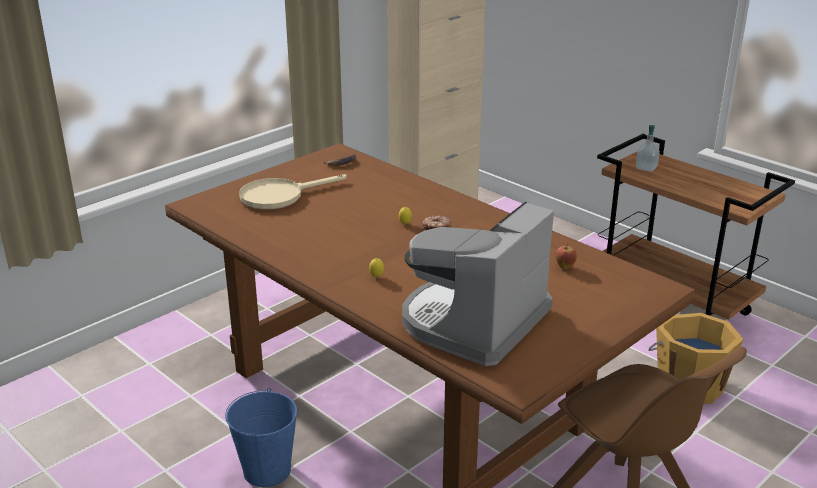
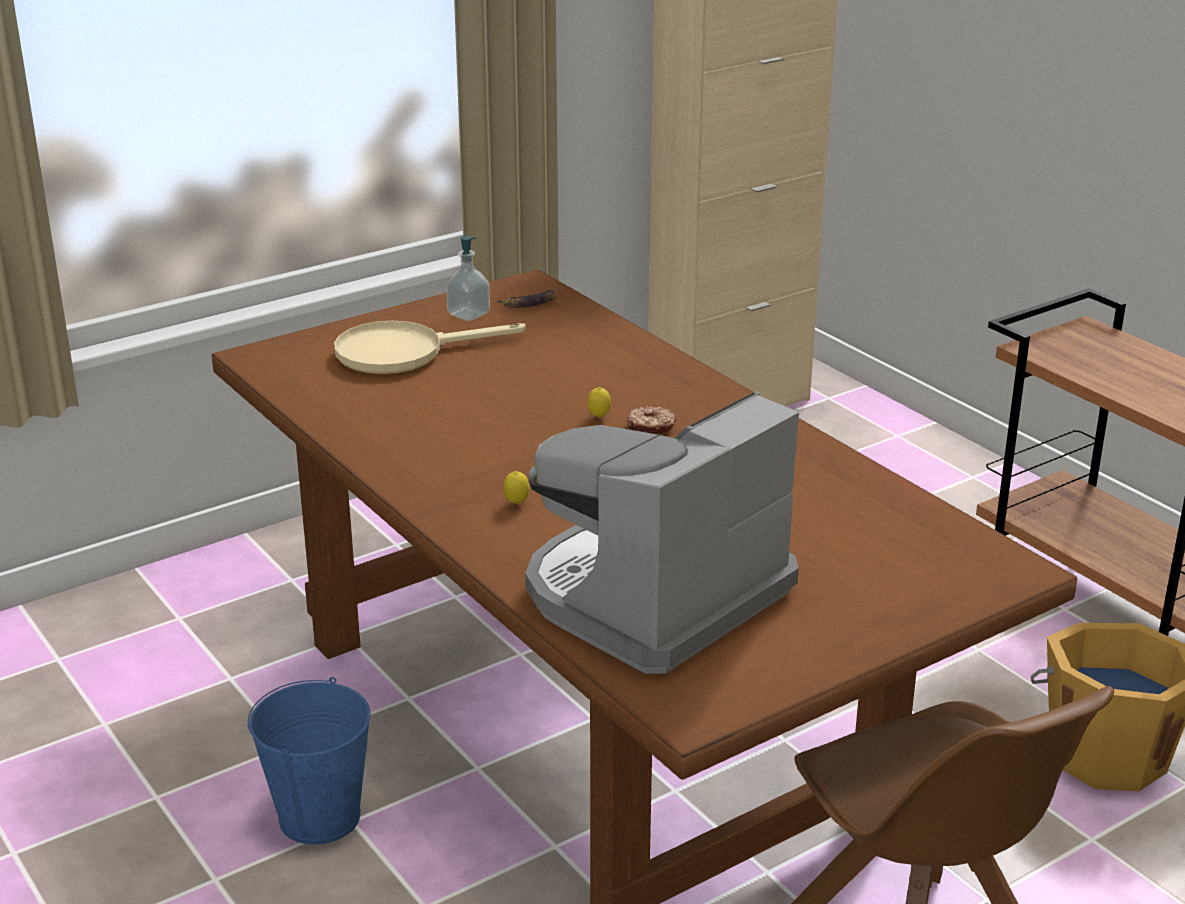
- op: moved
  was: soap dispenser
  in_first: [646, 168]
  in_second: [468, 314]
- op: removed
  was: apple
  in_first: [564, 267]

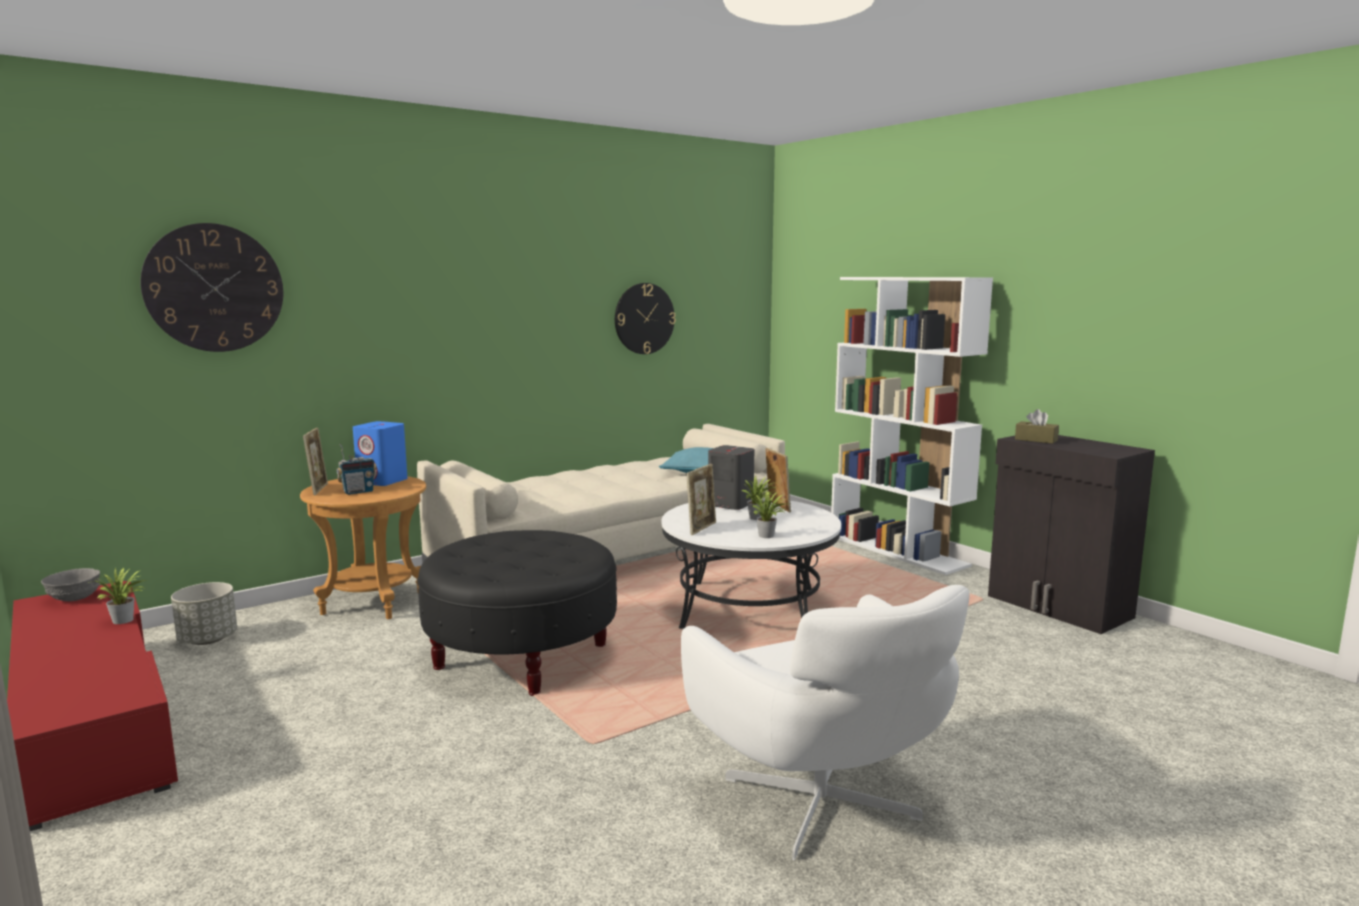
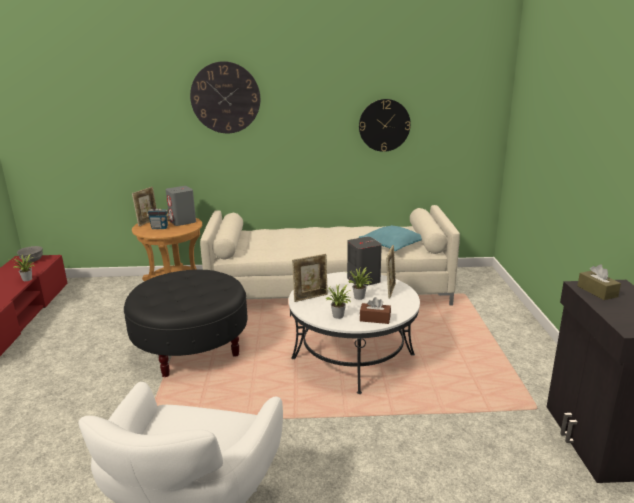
- op: moved
  was: wall clock
  in_first: [214, 288]
  in_second: [225, 98]
- op: removed
  was: white bookcase
  in_first: [898, 551]
- op: recoloured
  was: blue speaker
  now: grey speaker
  in_first: [383, 481]
  in_second: [182, 222]
- op: removed
  was: grey planter
  in_first: [207, 640]
- op: added
  now: brown tissue box
  in_second: [375, 319]

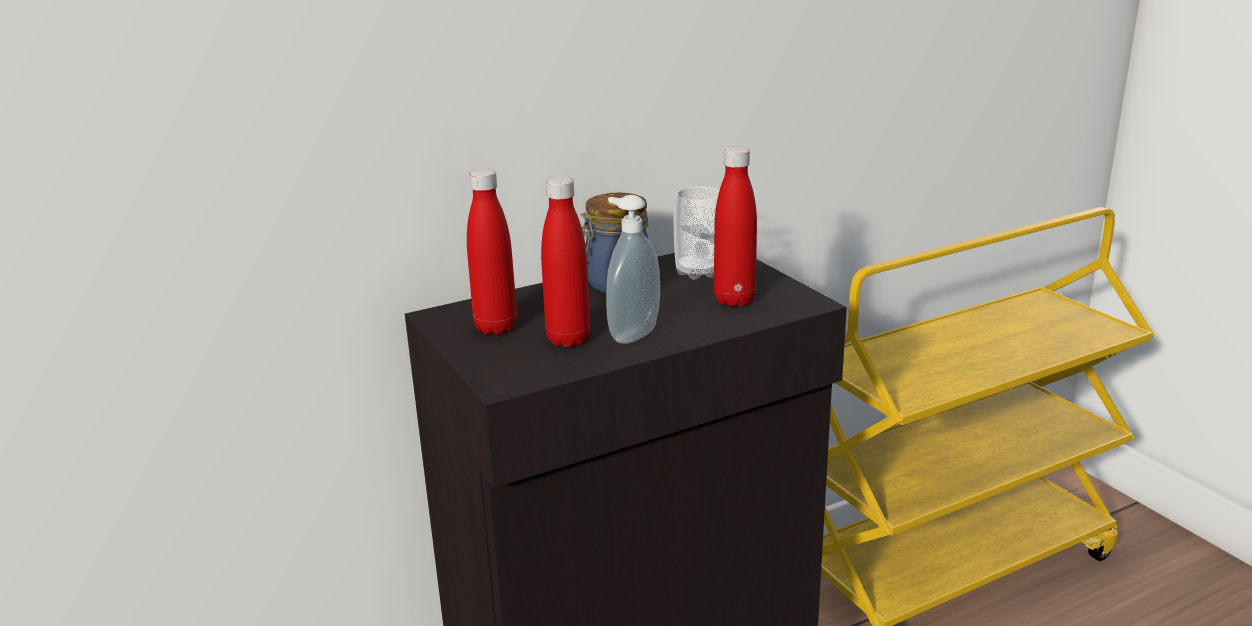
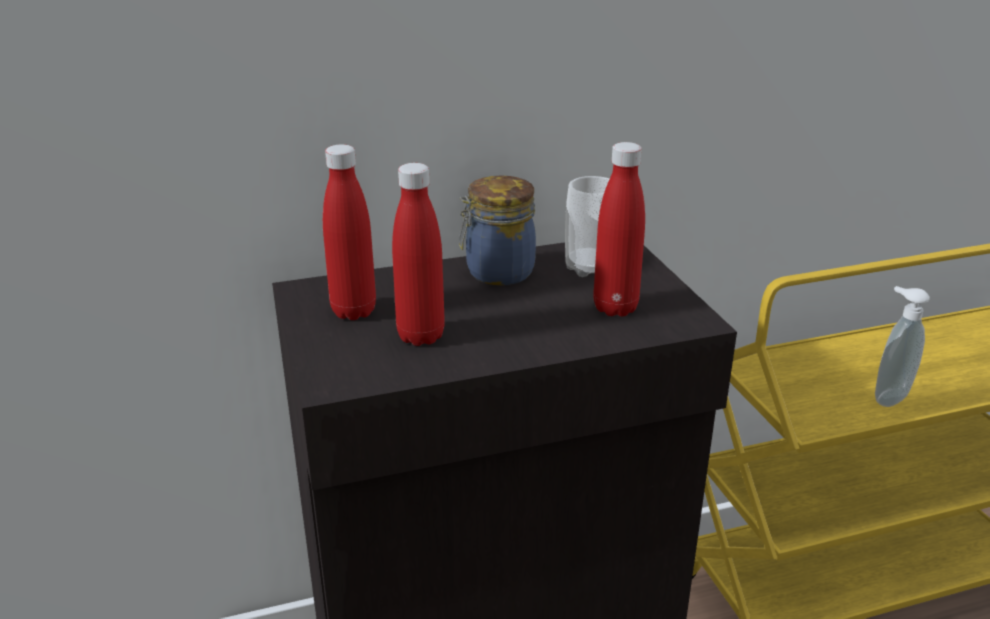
- op: moved
  was: soap dispenser
  in_first: [631, 334]
  in_second: [888, 396]

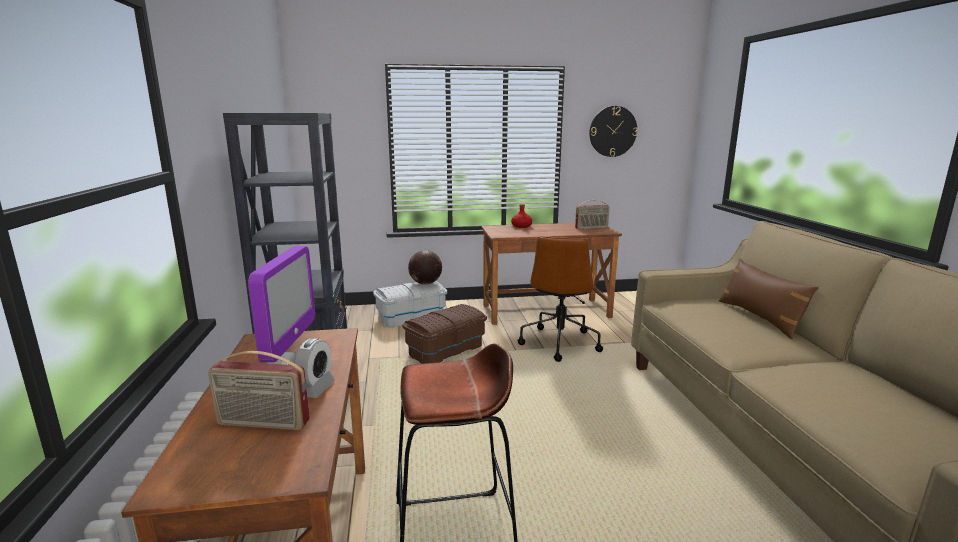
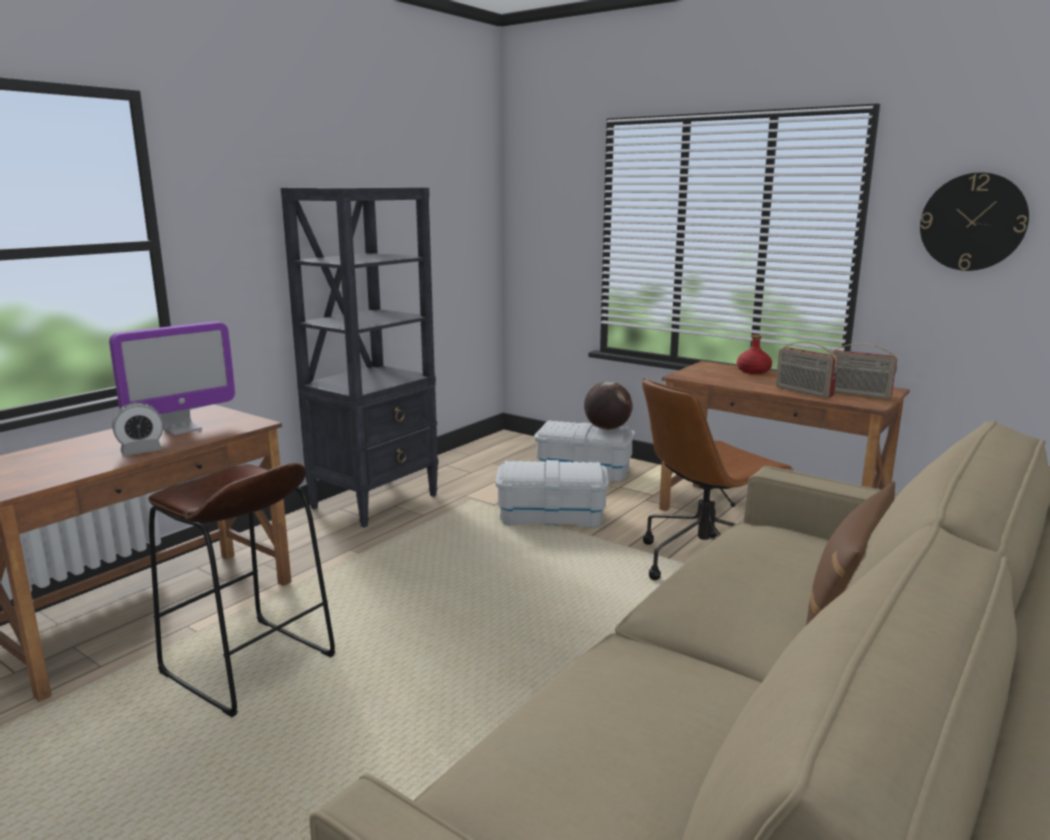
- op: recoloured
  was: brown storage box
  now: white storage box
  in_first: [445, 349]
  in_second: [551, 515]
- op: moved
  was: radio
  in_first: [262, 424]
  in_second: [803, 392]

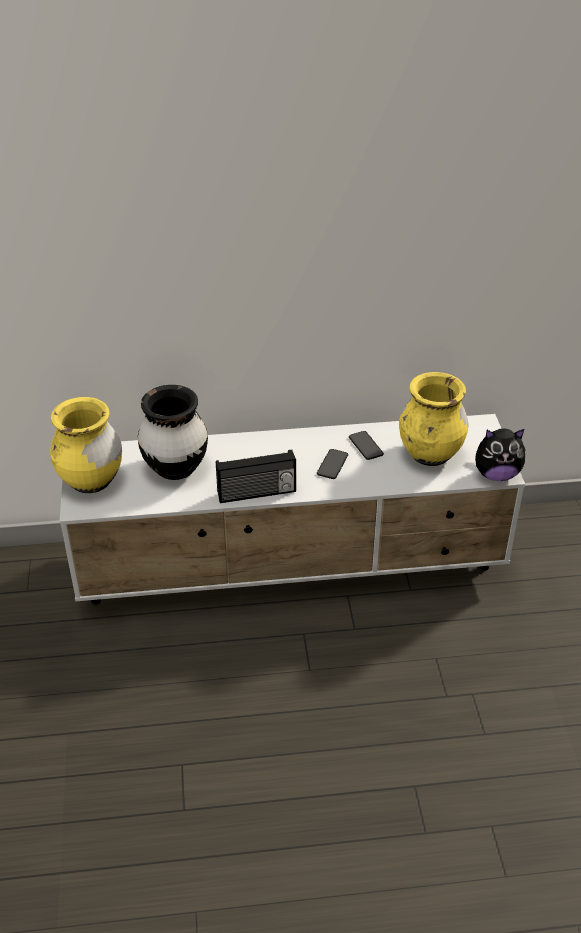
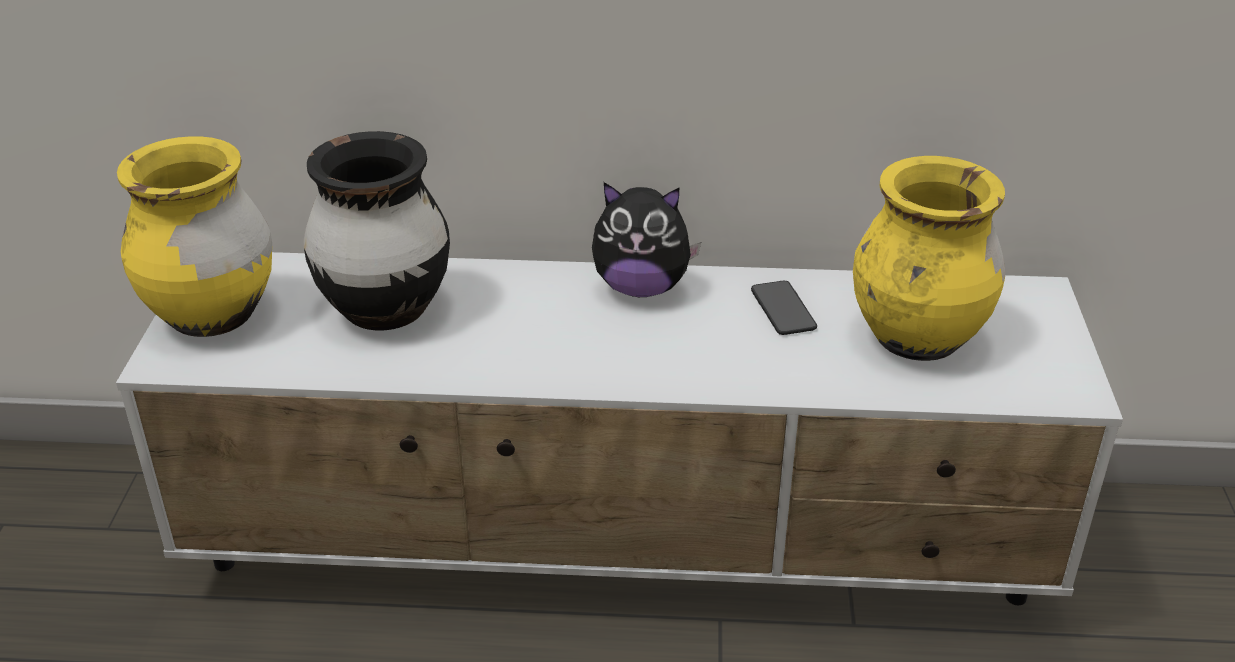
- op: moved
  was: plush toy
  in_first: [496, 474]
  in_second: [641, 287]
- op: removed
  was: phone
  in_first: [332, 464]
- op: removed
  was: radio
  in_first: [257, 493]

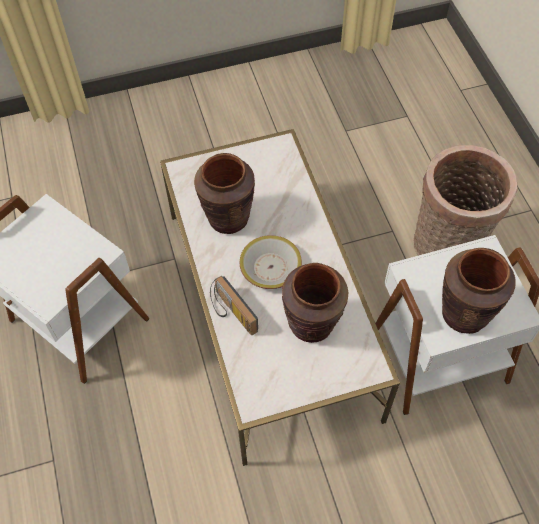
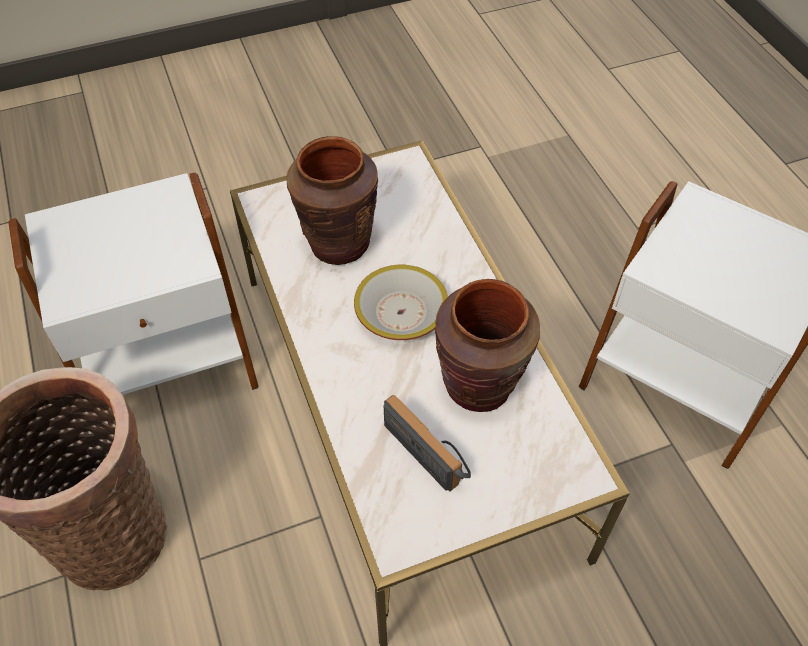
- op: removed
  was: brown vase
  in_first: [464, 313]
- op: moved
  was: radio
  in_first: [231, 313]
  in_second: [430, 450]

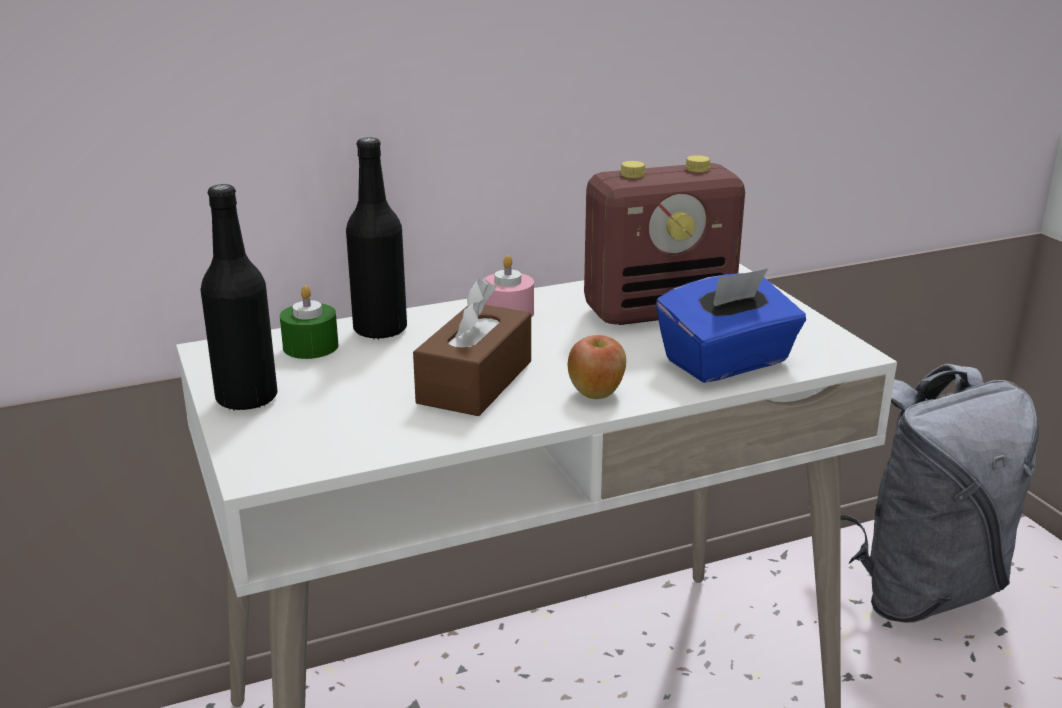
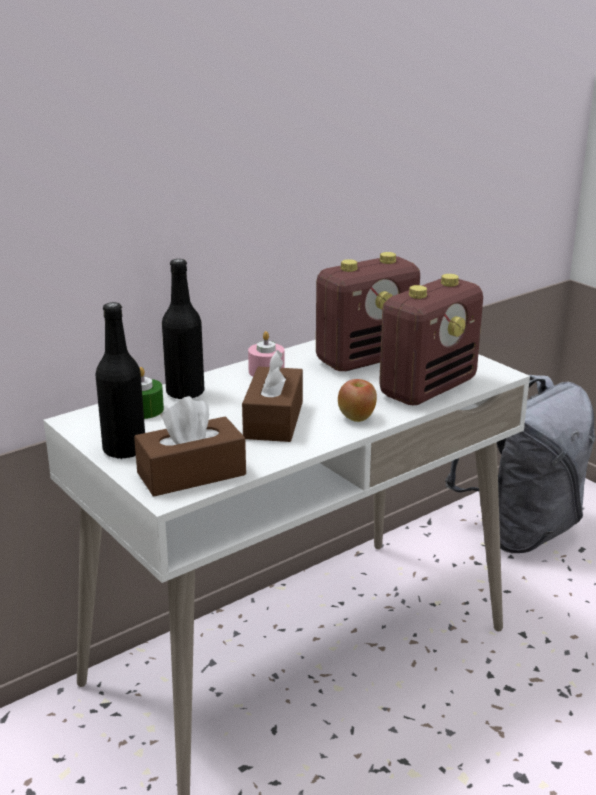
- op: replaced
  was: blue tissue box
  now: radio
  in_first: [727, 362]
  in_second: [428, 388]
- op: added
  now: brown tissue box
  in_second: [191, 474]

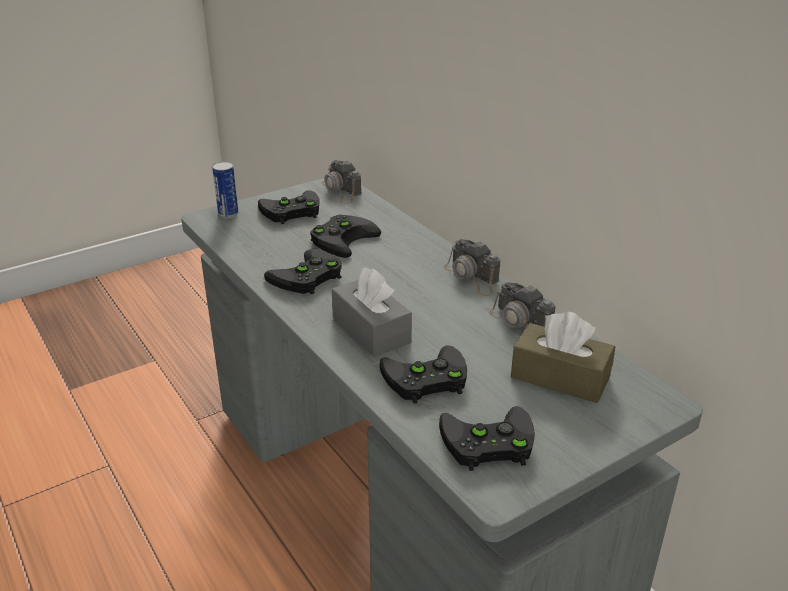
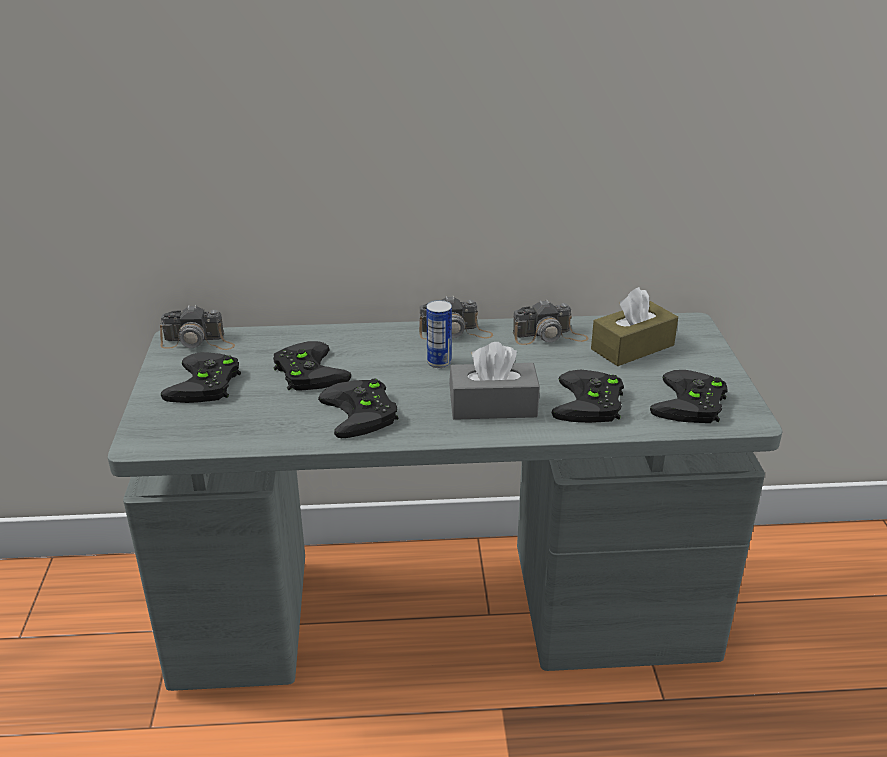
- op: moved
  was: can
  in_first: [228, 214]
  in_second: [439, 362]

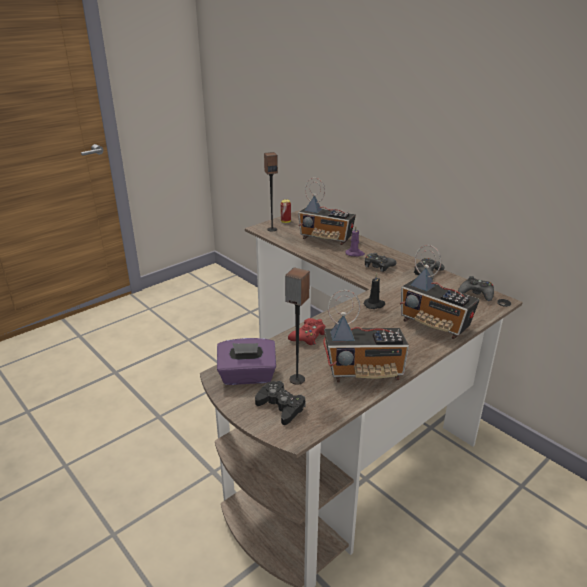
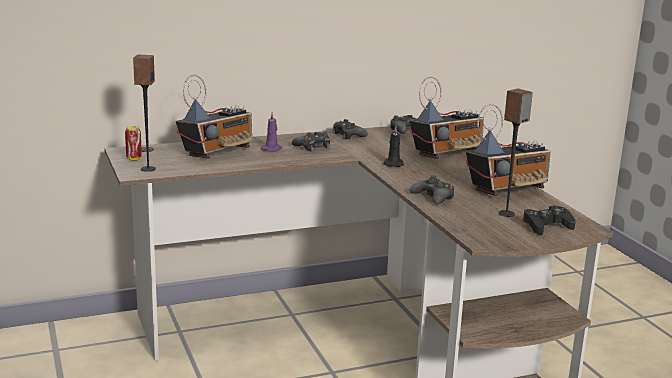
- op: turned
  was: radio
  in_first: [364, 372]
  in_second: [507, 189]
  clockwise: 45
- op: recoloured
  was: red game controller
  now: black game controller
  in_first: [308, 336]
  in_second: [433, 197]
- op: removed
  was: purple tissue box
  in_first: [247, 376]

